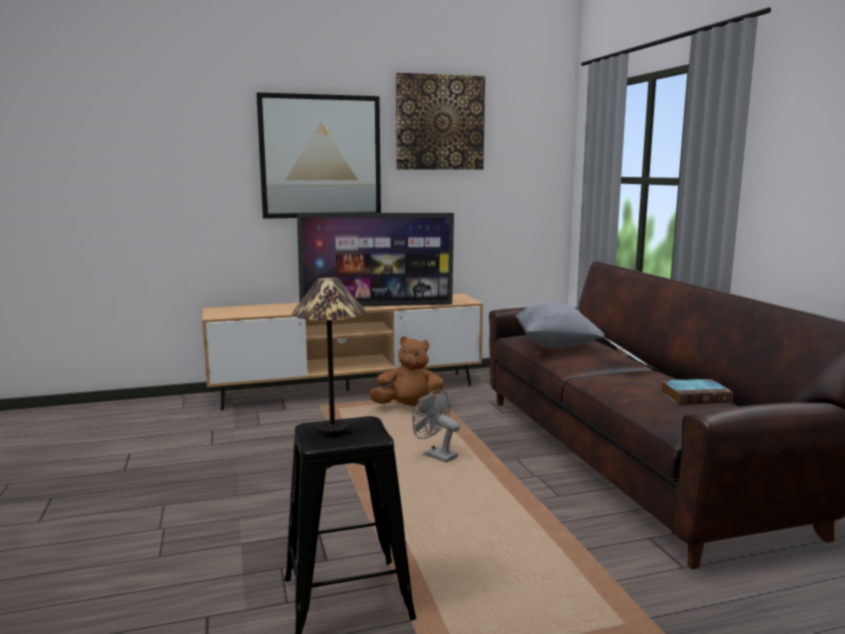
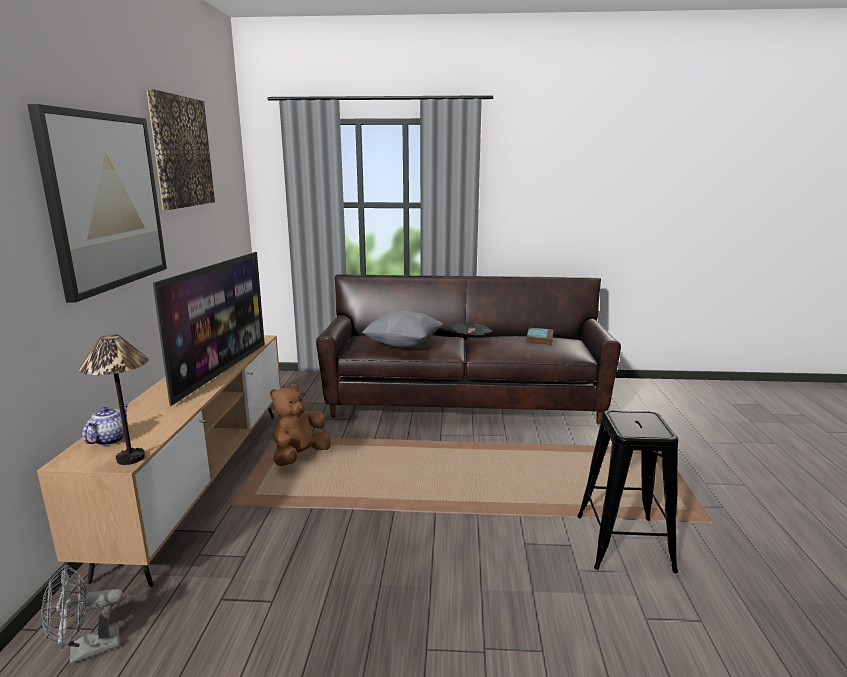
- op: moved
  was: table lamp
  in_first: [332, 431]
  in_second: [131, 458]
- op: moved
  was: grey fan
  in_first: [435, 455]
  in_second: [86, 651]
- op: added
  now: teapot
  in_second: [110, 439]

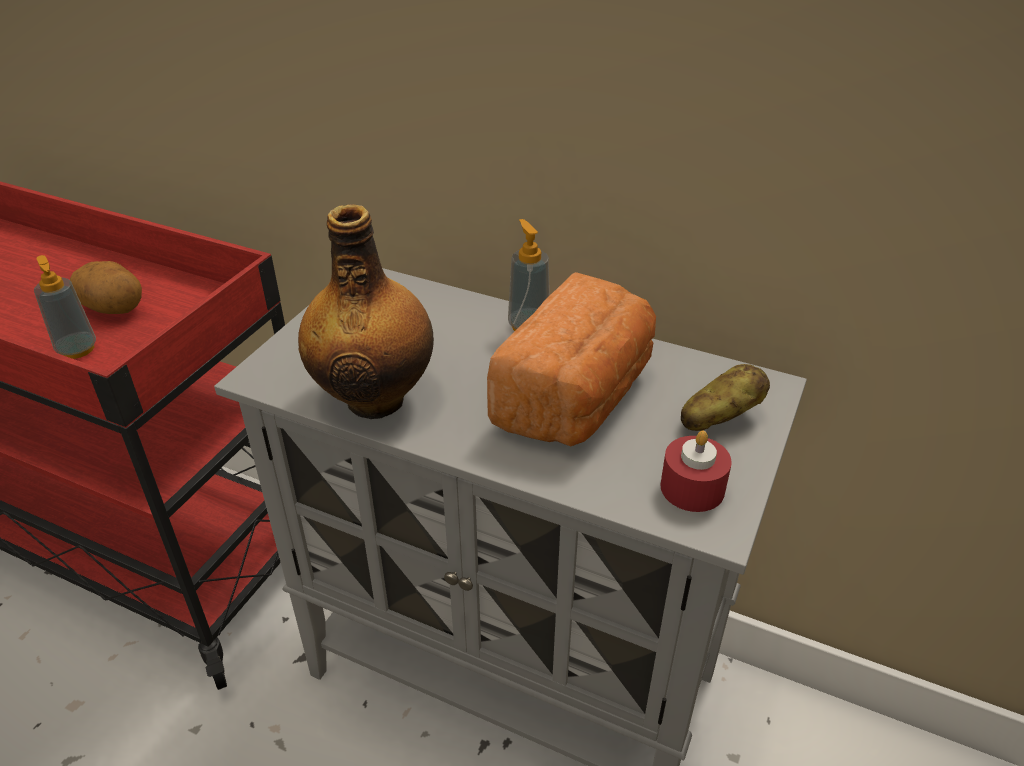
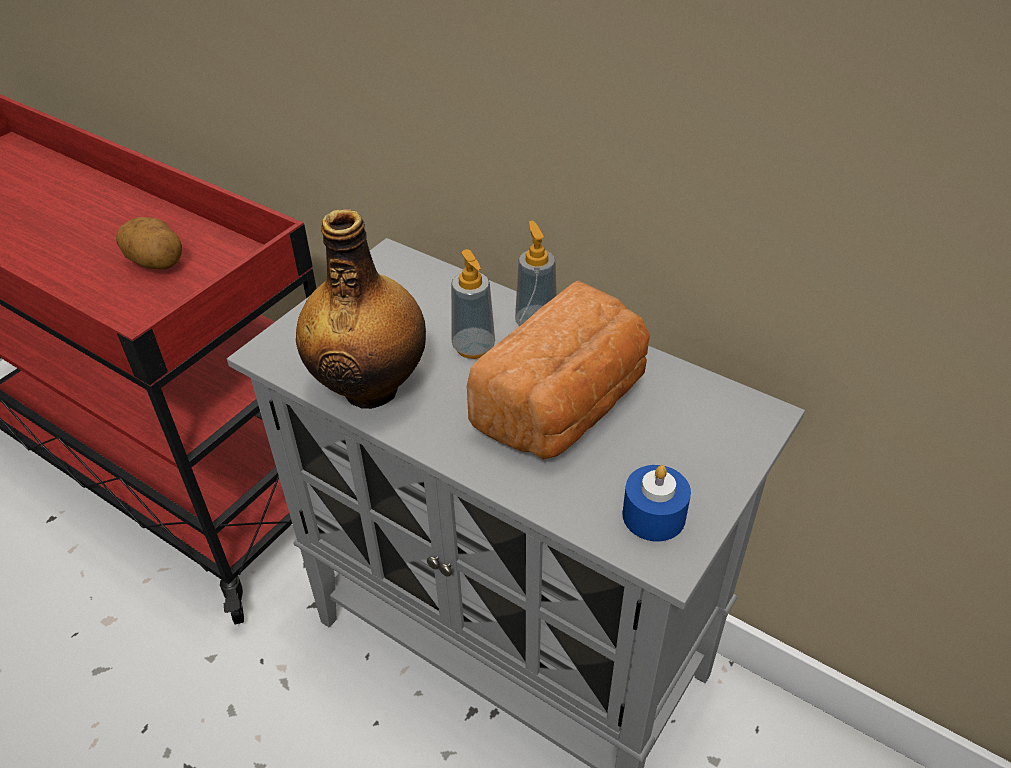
- op: moved
  was: soap dispenser
  in_first: [77, 349]
  in_second: [473, 347]
- op: removed
  was: potato
  in_first: [719, 418]
- op: recoloured
  was: red candle
  now: blue candle
  in_first: [692, 488]
  in_second: [653, 515]

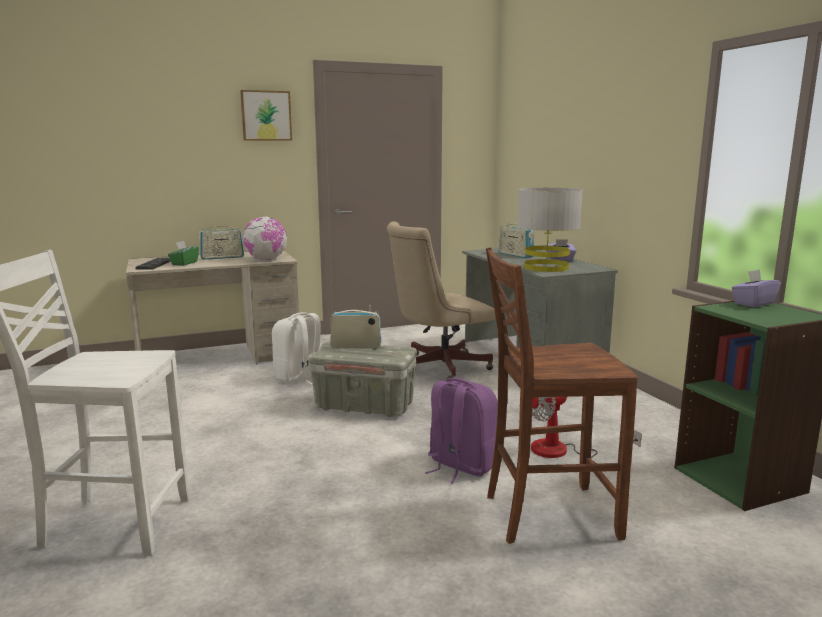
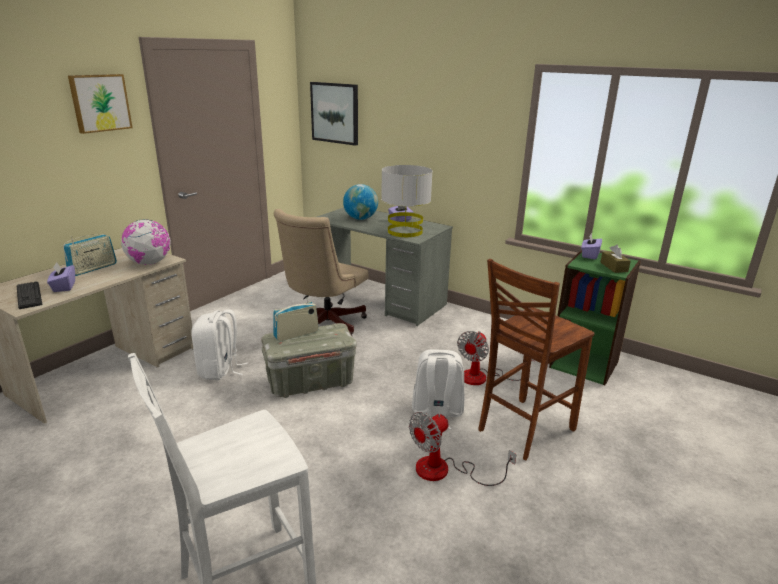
- op: replaced
  was: radio
  now: globe
  in_first: [515, 255]
  in_second: [360, 218]
- op: recoloured
  was: green tissue box
  now: purple tissue box
  in_first: [184, 263]
  in_second: [64, 287]
- op: recoloured
  was: purple backpack
  now: white backpack
  in_first: [459, 466]
  in_second: [437, 412]
- op: added
  now: picture
  in_second: [335, 113]
- op: added
  now: brown tissue box
  in_second: [614, 267]
- op: added
  now: fan
  in_second: [444, 471]

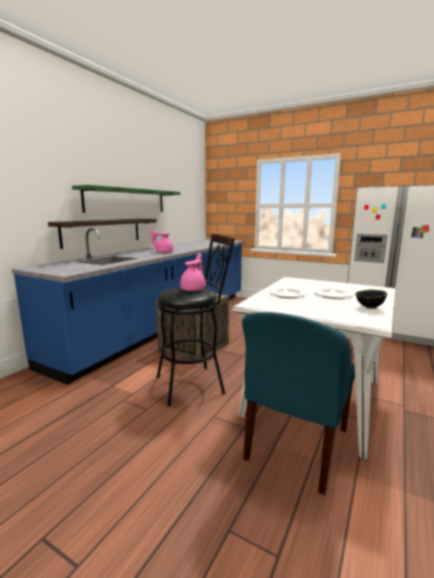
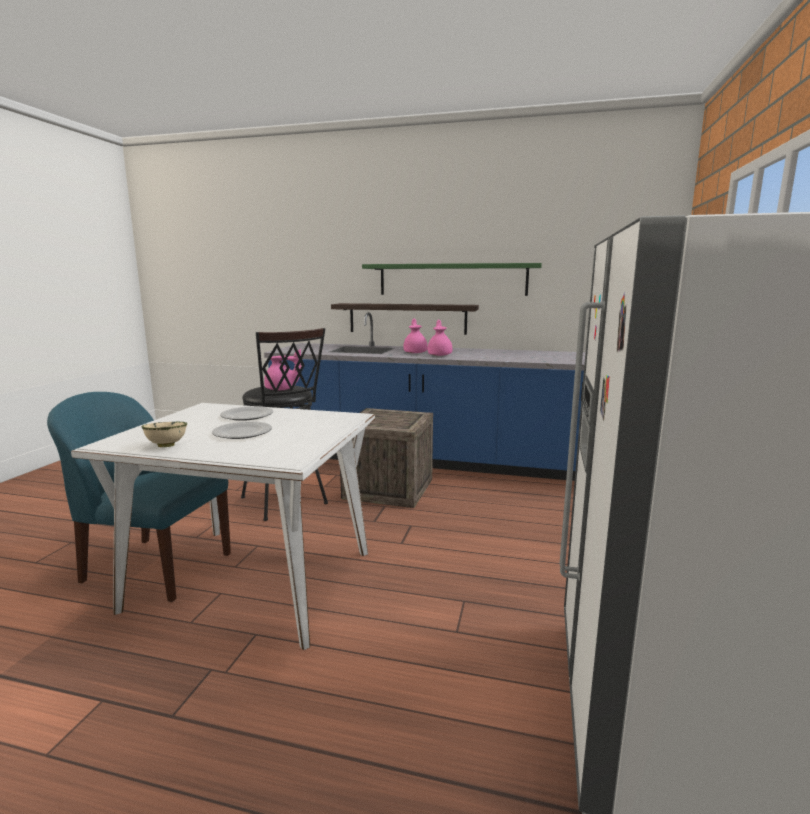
- op: recoloured
  was: black bowl
  now: beige bowl
  in_first: [370, 308]
  in_second: [166, 446]
- op: added
  now: pink teapot
  in_second: [415, 352]

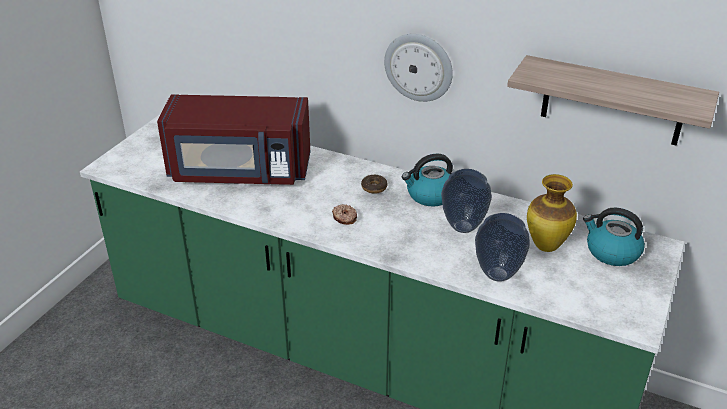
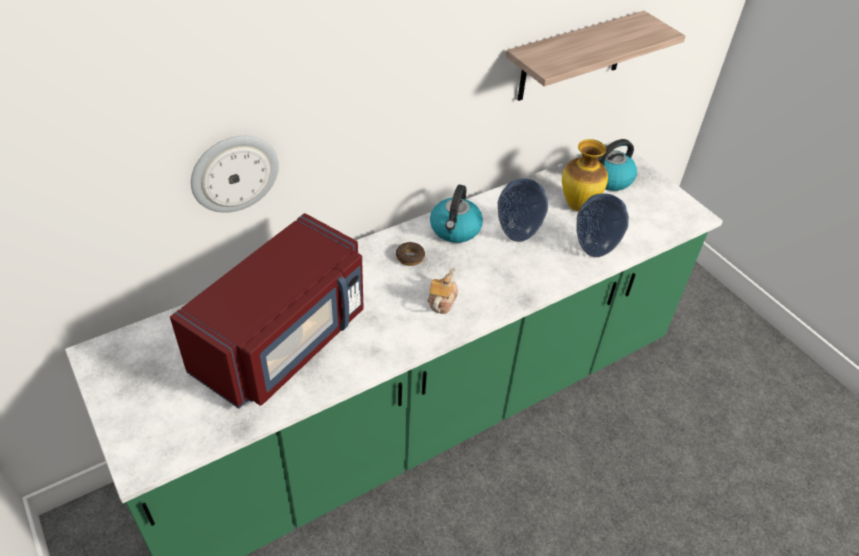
- op: moved
  was: wall clock
  in_first: [419, 67]
  in_second: [234, 173]
- op: replaced
  was: donut
  now: teapot
  in_first: [344, 218]
  in_second: [442, 301]

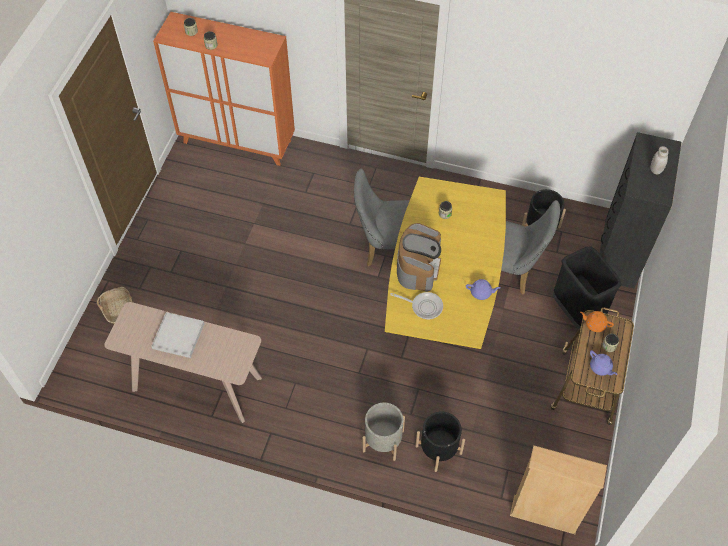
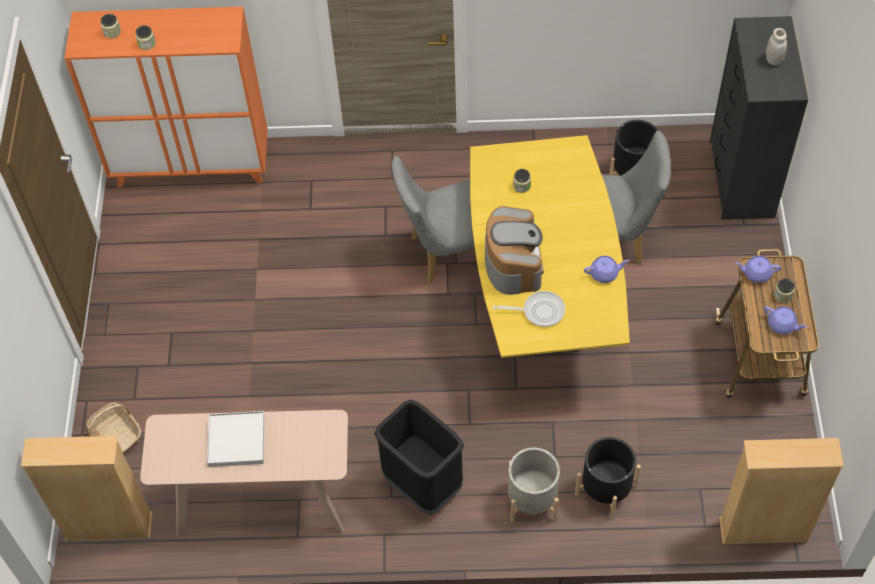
- op: moved
  was: black trash can
  in_first: [577, 311]
  in_second: [423, 485]
- op: recoloured
  was: orange teapot
  now: purple teapot
  in_first: [594, 324]
  in_second: [756, 273]
- op: added
  now: beige bookcase
  in_second: [109, 527]

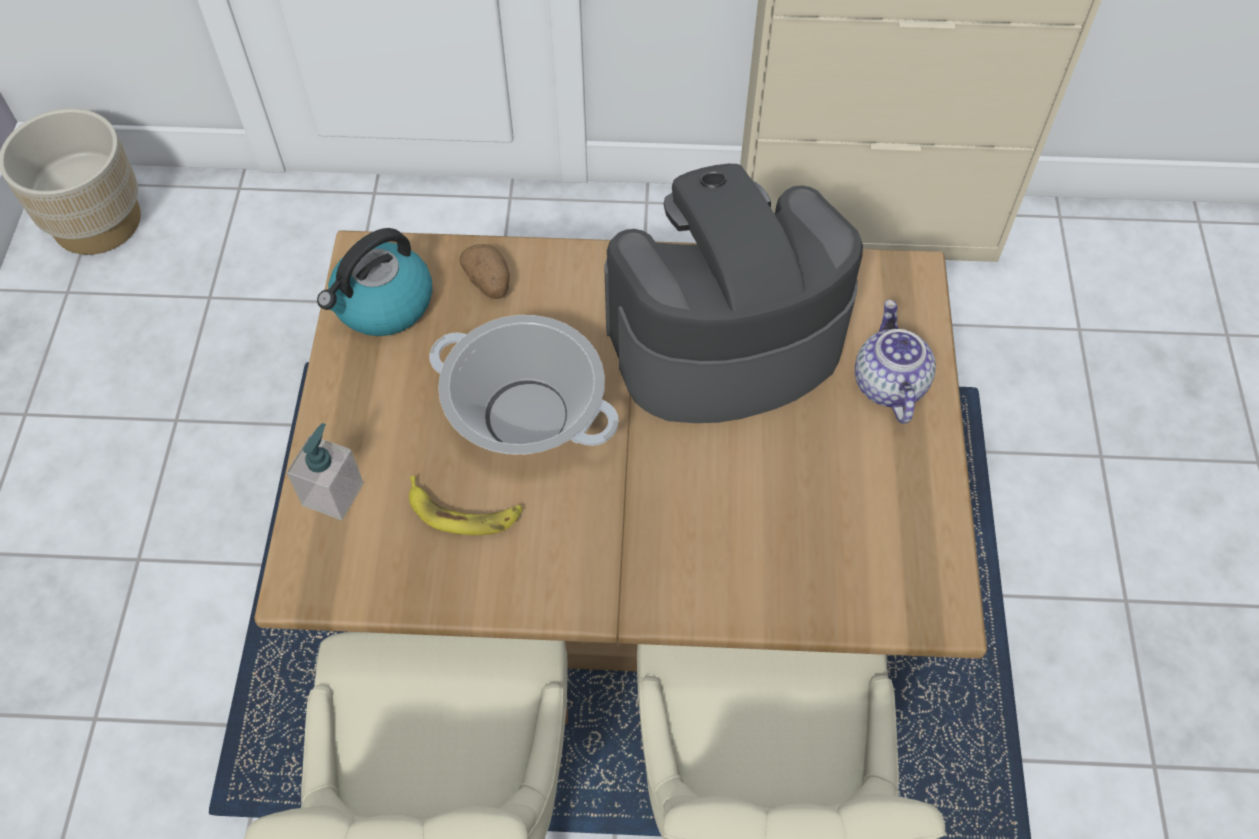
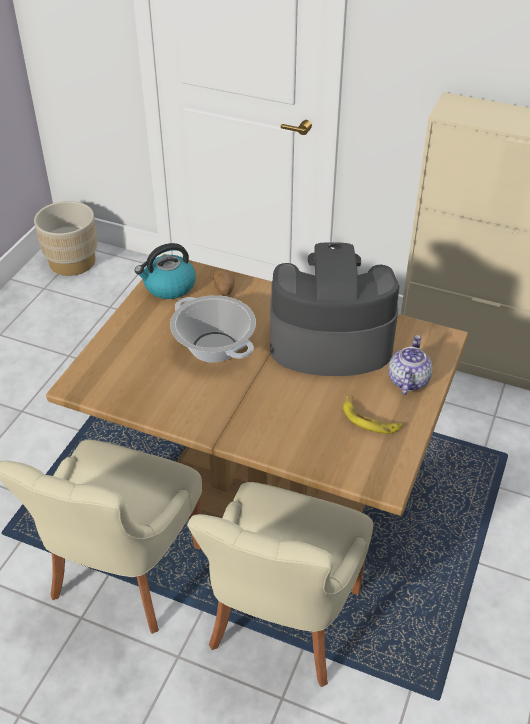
- op: removed
  was: soap dispenser
  in_first: [333, 494]
- op: moved
  was: banana
  in_first: [464, 511]
  in_second: [370, 420]

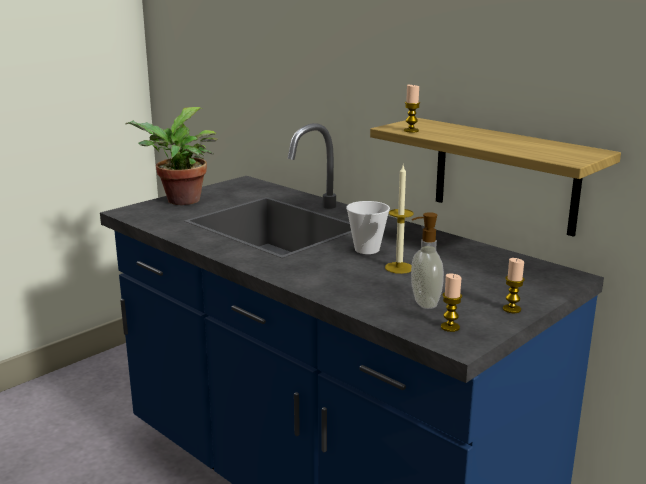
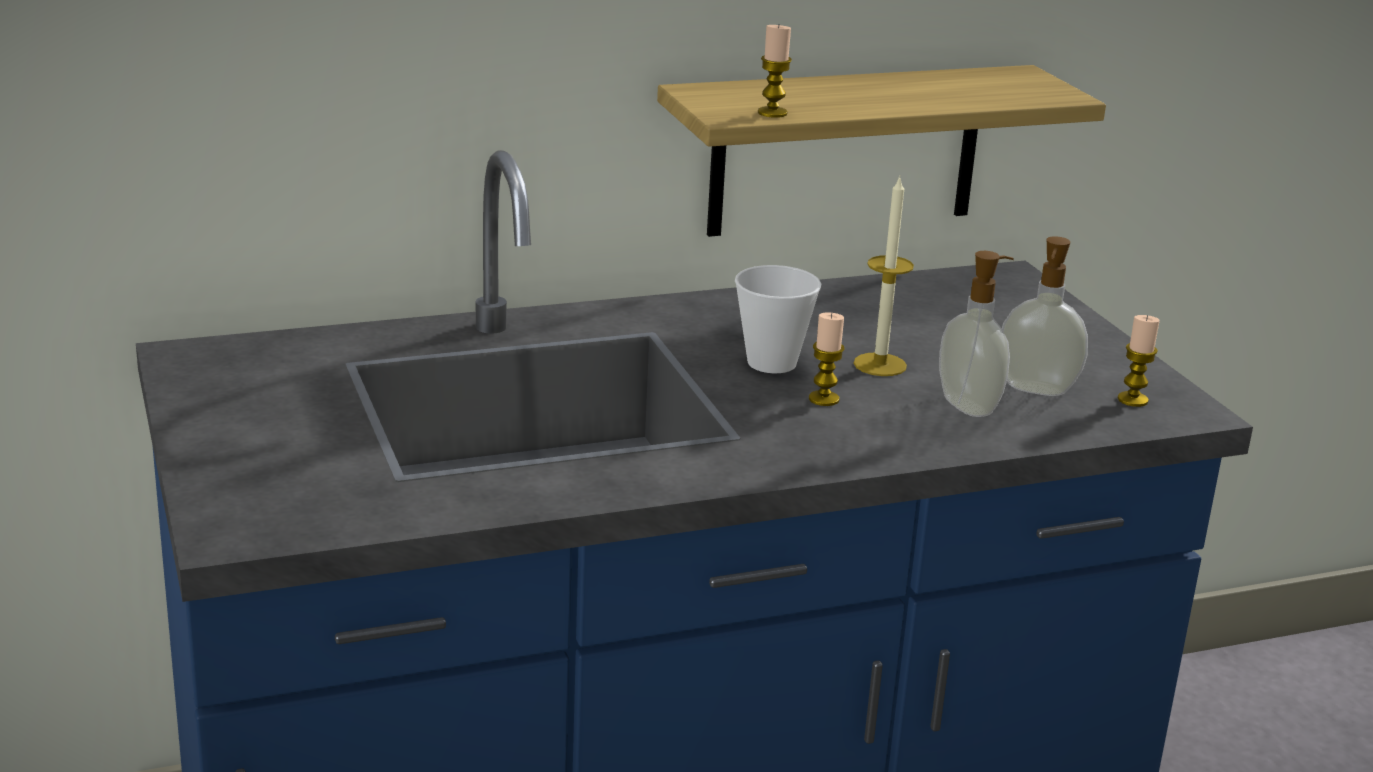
- op: removed
  was: potted plant
  in_first: [180, 201]
- op: moved
  was: candle
  in_first: [511, 309]
  in_second: [823, 399]
- op: added
  now: soap dispenser
  in_second: [970, 406]

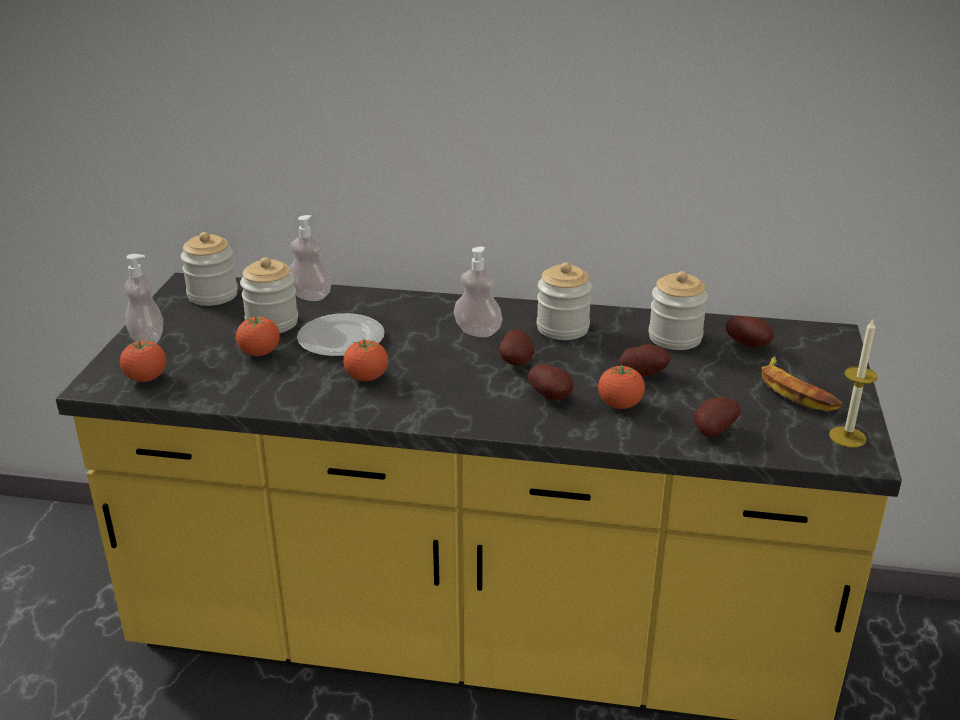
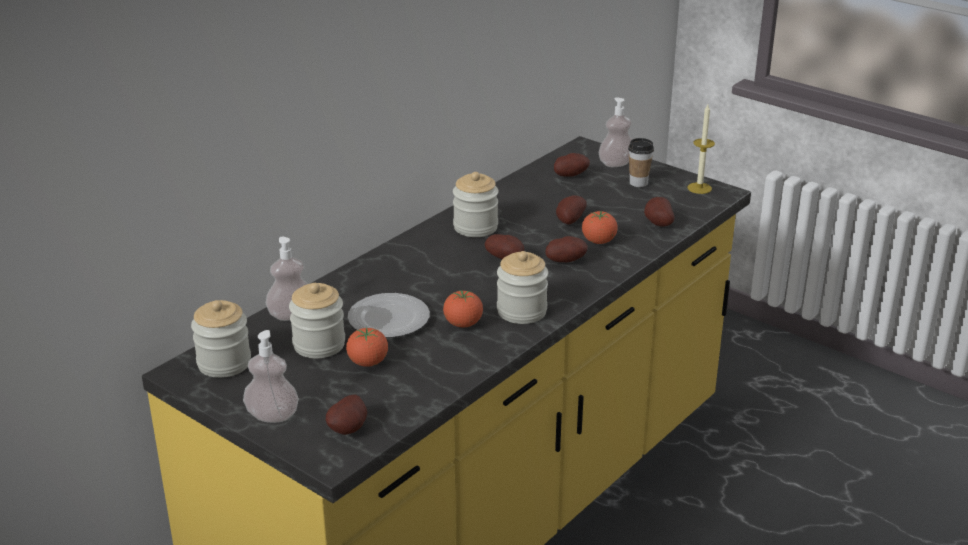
- op: moved
  was: soap dispenser
  in_first: [477, 331]
  in_second: [616, 163]
- op: moved
  was: jar
  in_first: [675, 338]
  in_second: [521, 311]
- op: replaced
  was: tomato
  now: potato
  in_first: [146, 378]
  in_second: [350, 429]
- op: replaced
  was: banana
  now: cup
  in_first: [796, 391]
  in_second: [638, 183]

